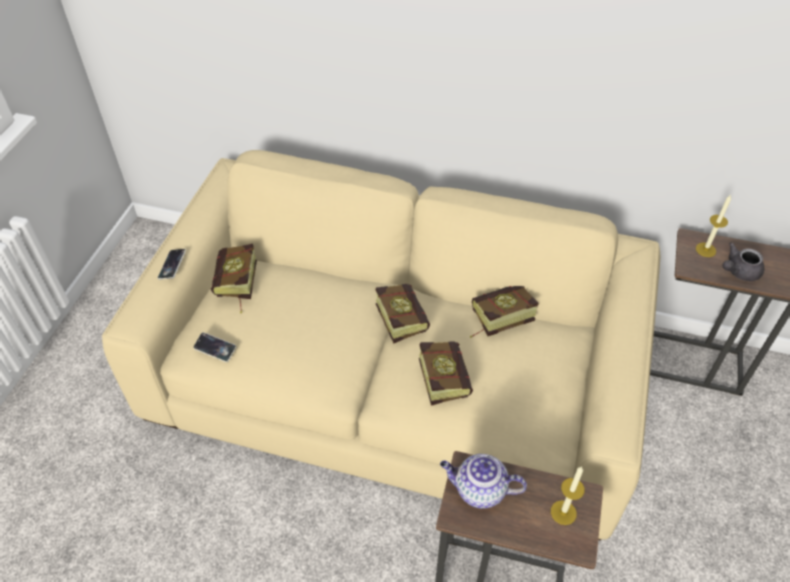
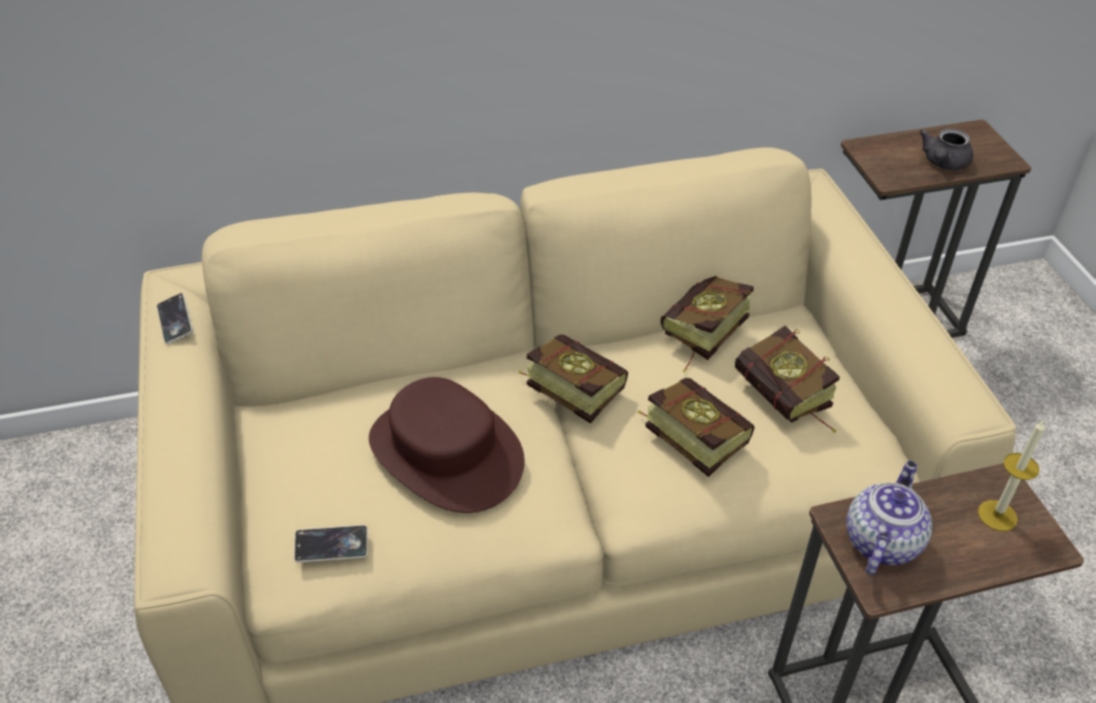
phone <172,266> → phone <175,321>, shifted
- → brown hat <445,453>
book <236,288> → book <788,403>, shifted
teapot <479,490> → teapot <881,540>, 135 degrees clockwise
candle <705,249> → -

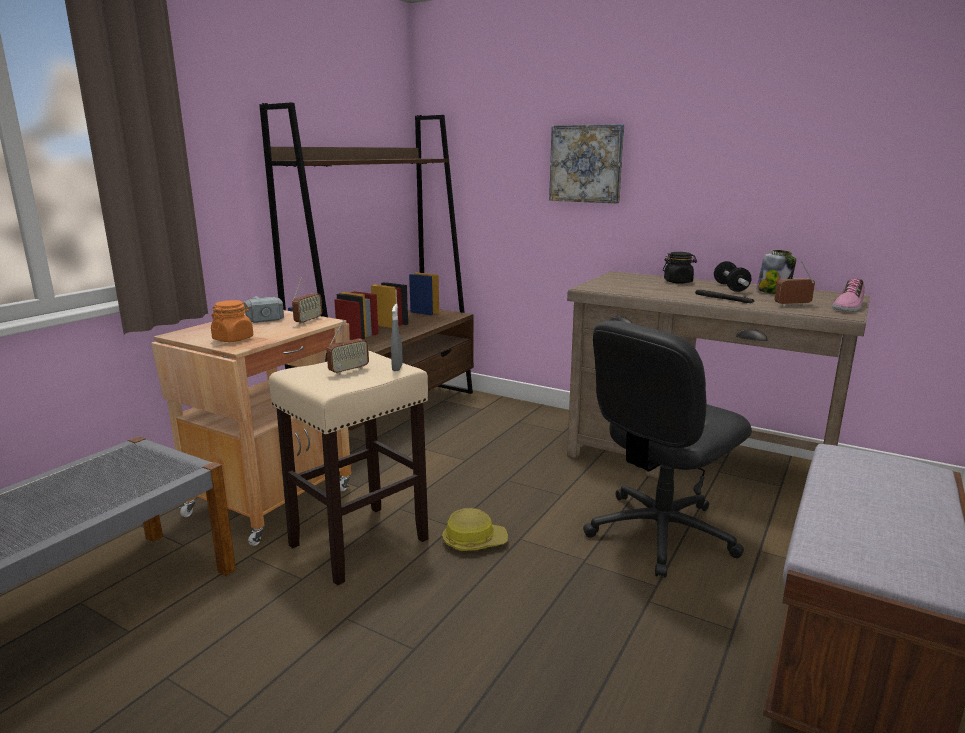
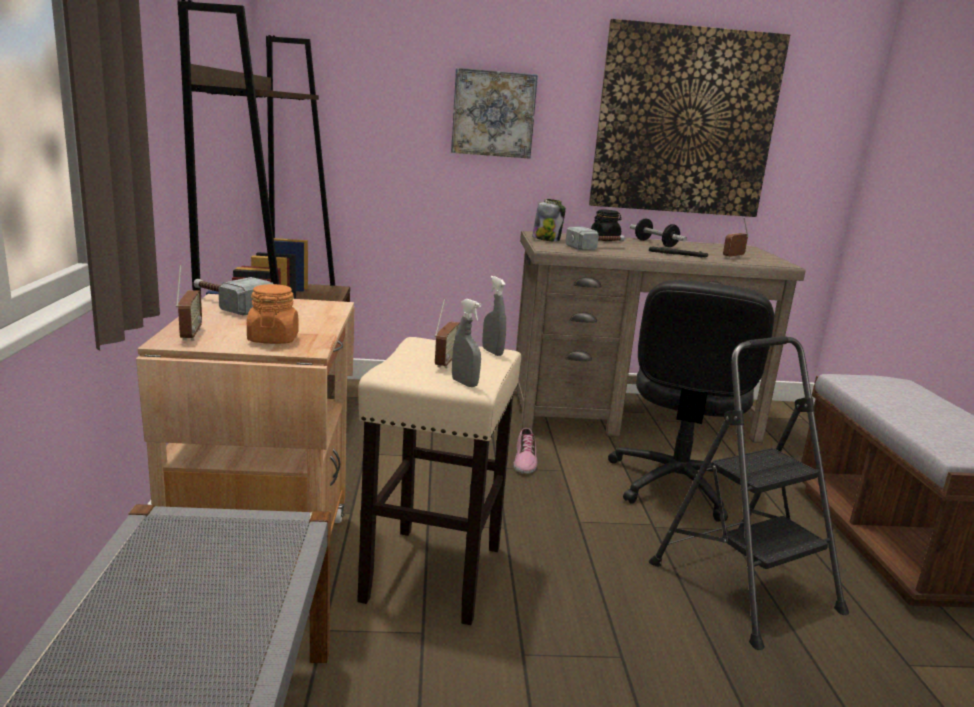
radio <308,321> → radio <190,335>, shifted
- → grey spray bottle <464,383>
shoe <847,306> → shoe <524,460>, shifted
jar <773,292> → jar <546,239>, shifted
- → hammer <596,247>
- → picture <685,122>
- → black step ladder <741,582>
hard hat <474,541> → -

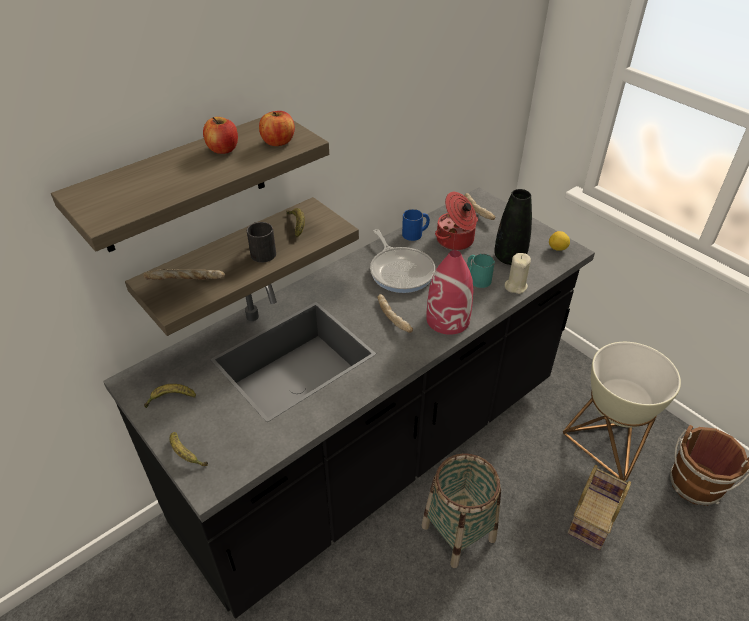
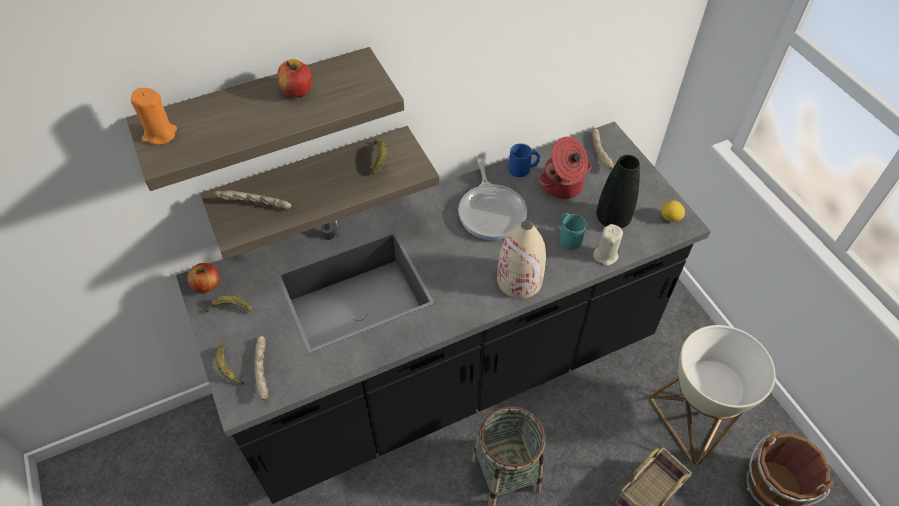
- → orange candle <159,134>
apple <278,142> → apple <207,285>, shifted
bread <394,318> → bread <264,370>, shifted
red vase <448,319> → beige vase <520,280>
black mug <262,251> → -

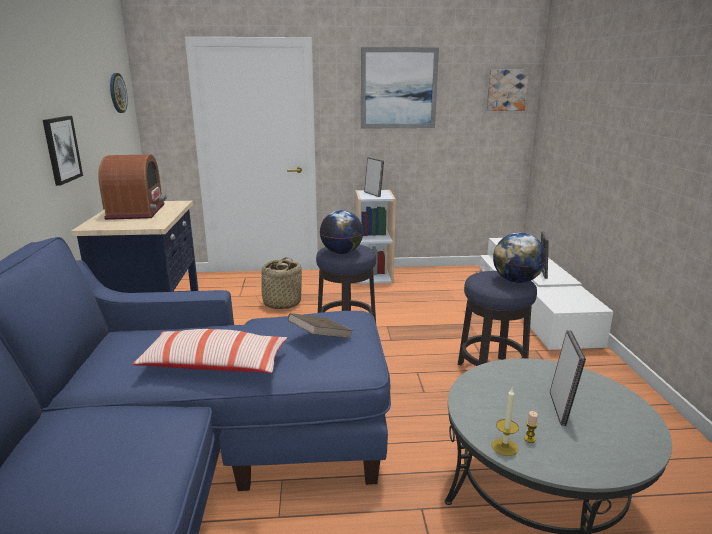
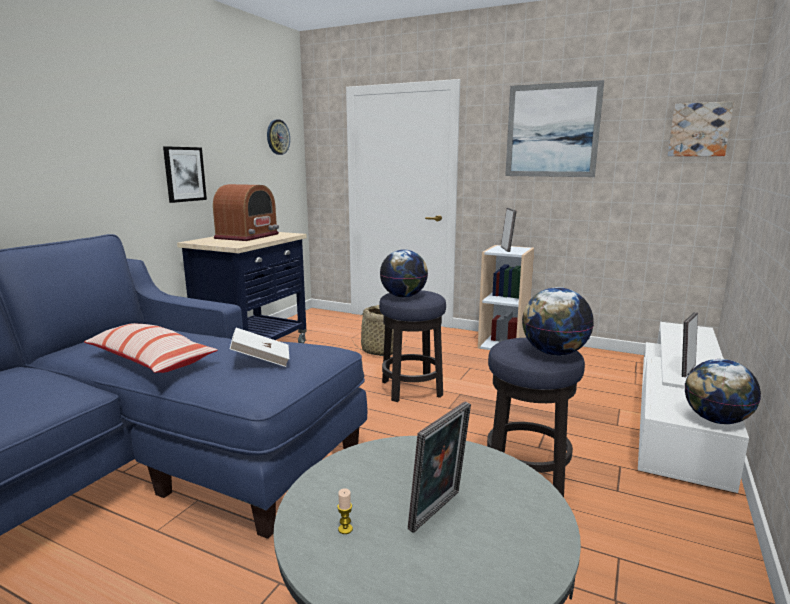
brown book <320,338> → white book <261,361>
- → globe <715,420>
candle <504,447> → -

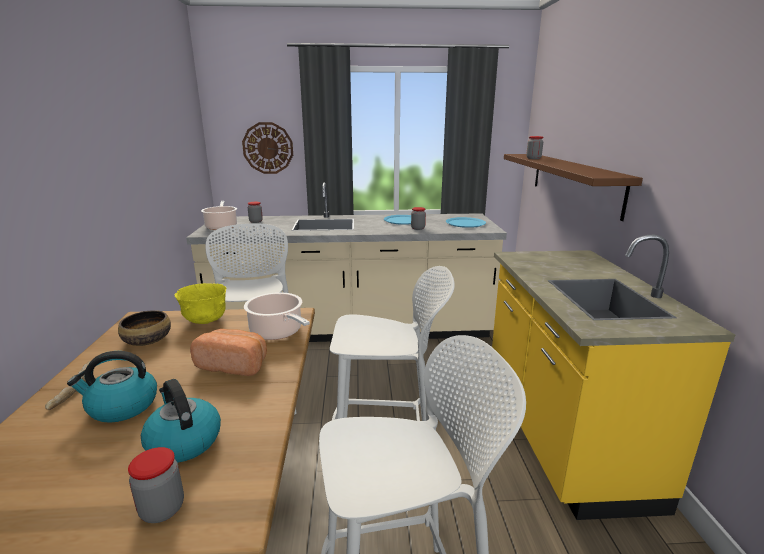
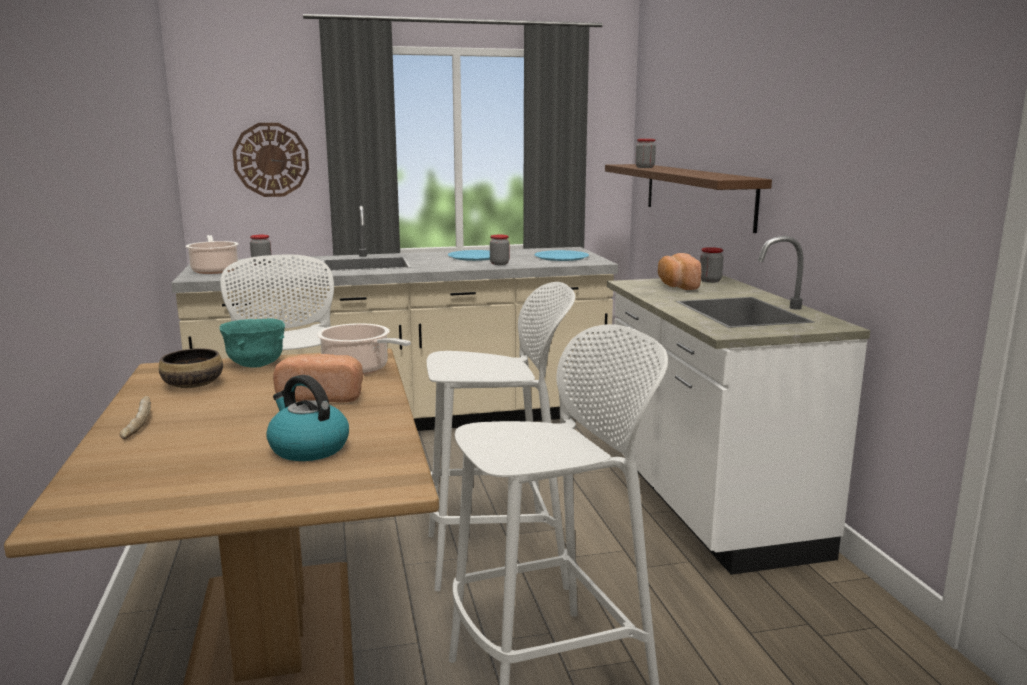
yellow bowl <205,320> → turquoise bowl <255,365>
yellow counter <560,436> → white counter <706,505>
- → bread <676,286>
jar <162,509> → jar <710,281>, shifted
kettle <122,406> → -

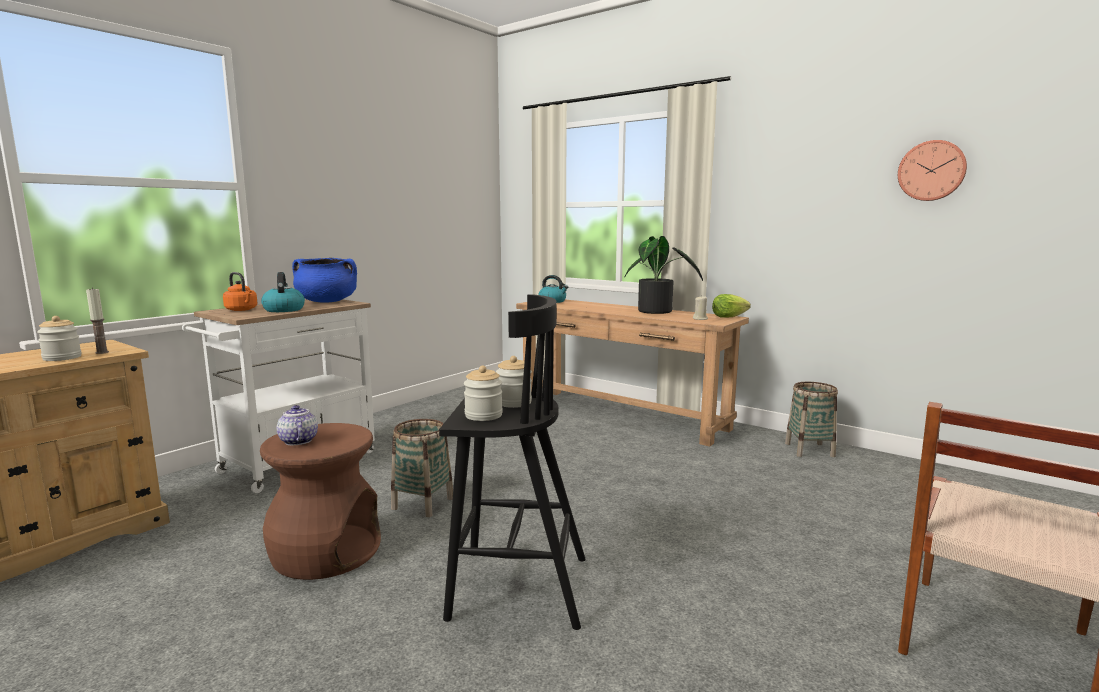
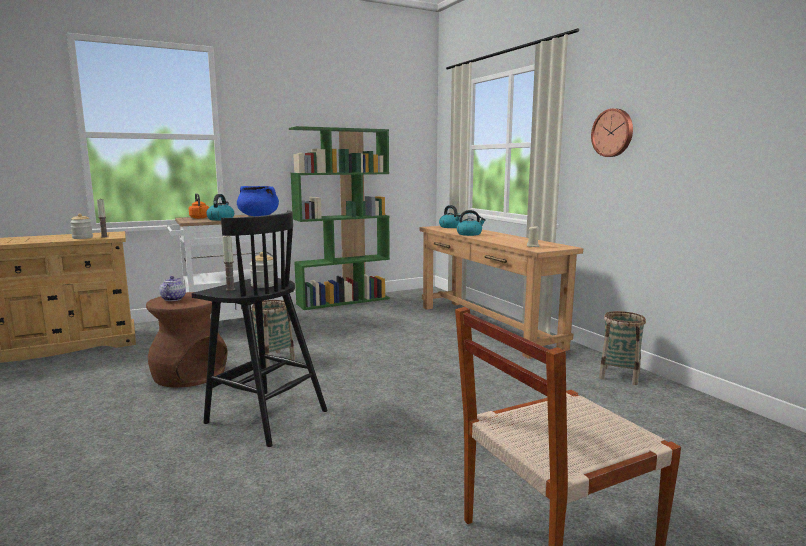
jar <483,415> → candle <230,289>
- → green bookcase <344,301>
- → kettle <469,234>
wall clock <931,171> → wall clock <613,133>, shifted
potted plant <658,312> → -
lettuce <728,317> → -

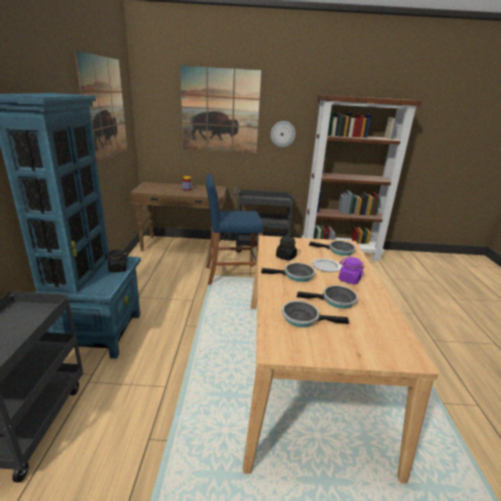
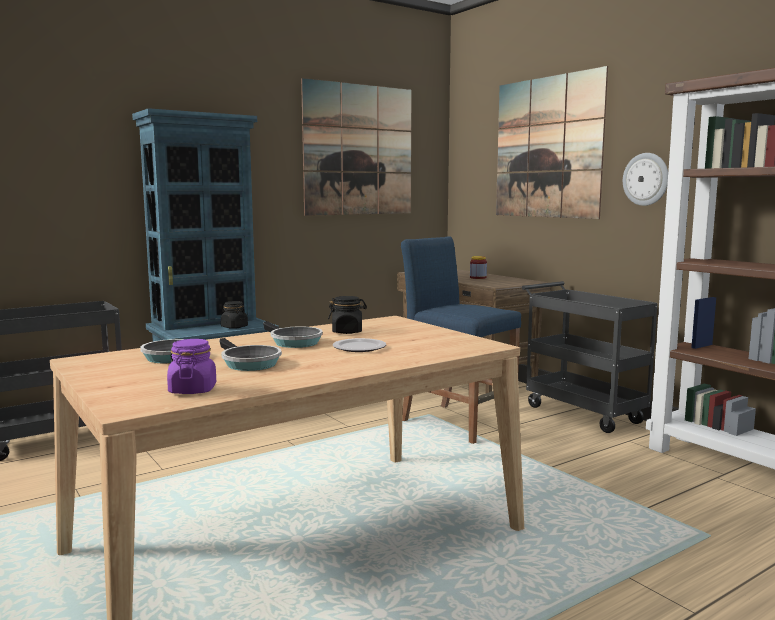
purple jar <349,280> → purple jar <192,390>, shifted
frying pan <338,251> → -

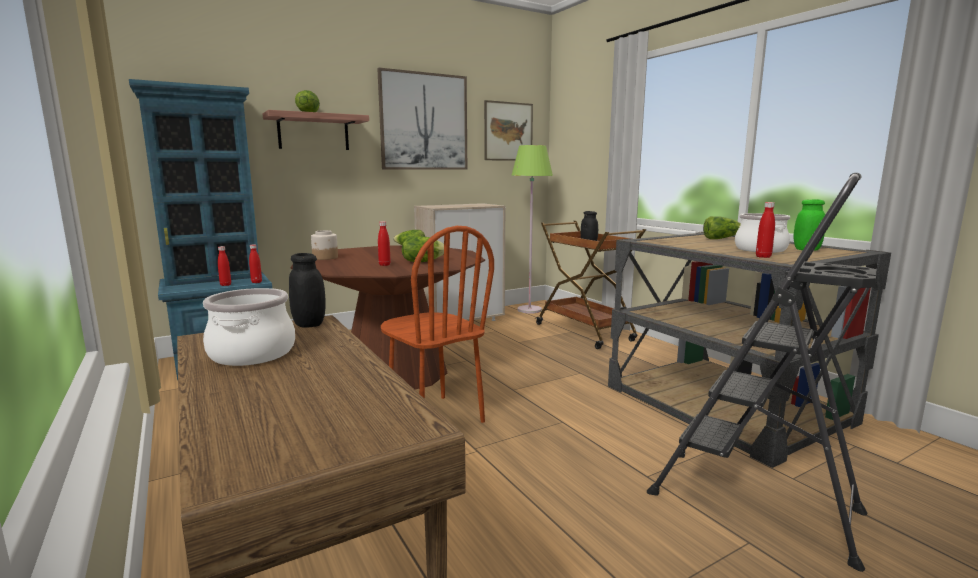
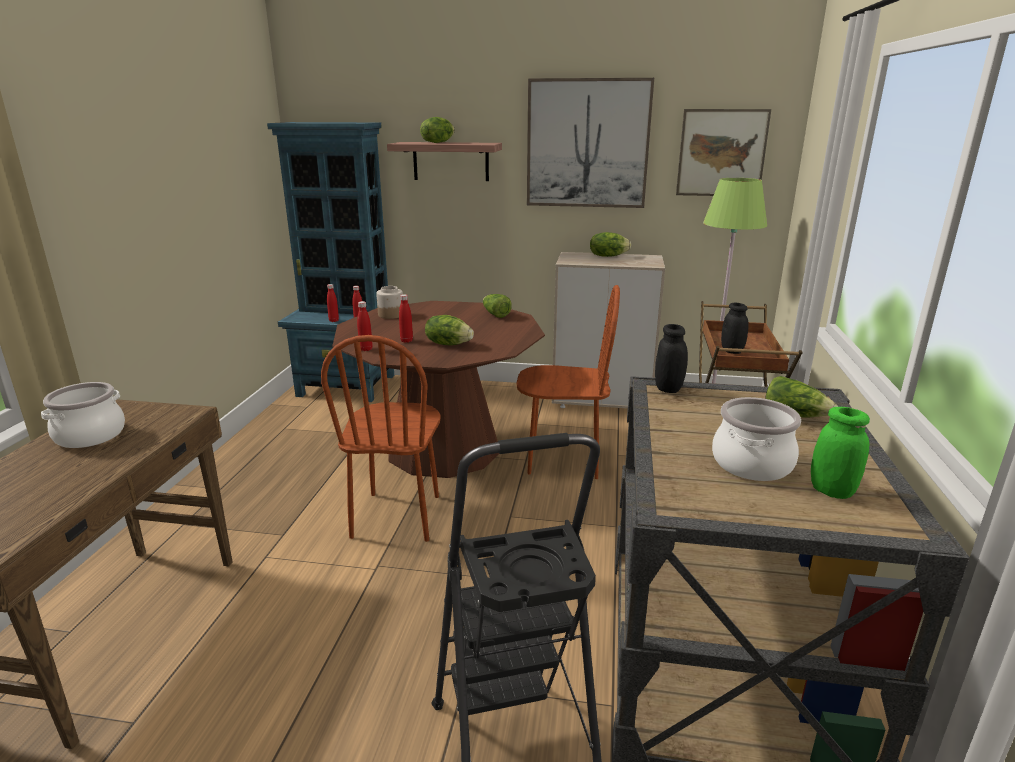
red bottle <763,257> → red bottle <366,349>, shifted
- → brown chair <563,460>
- → lettuce <608,256>
black jar <309,324> → black jar <668,388>, shifted

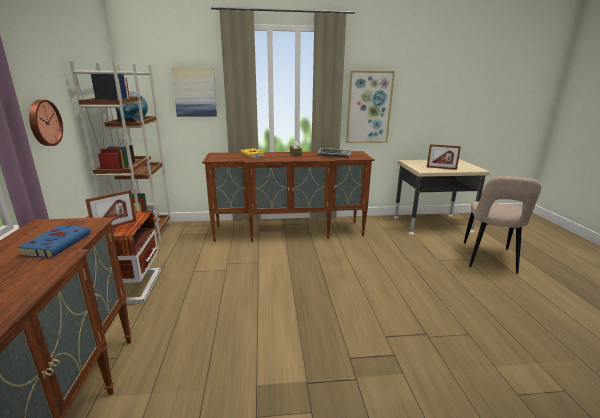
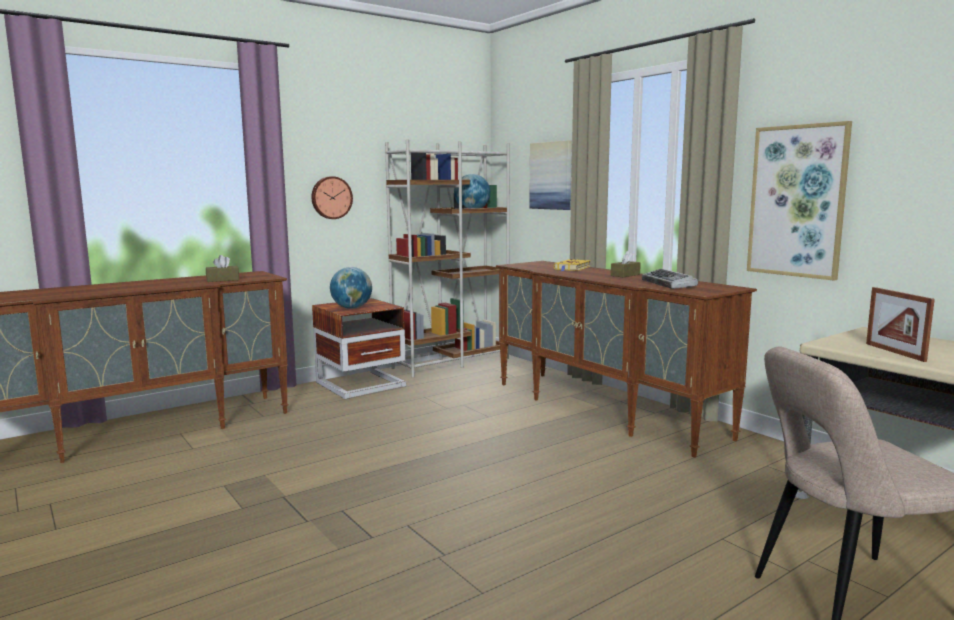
blue book <58,244> → brown tissue box <222,280>
picture frame <115,226> → globe <352,308>

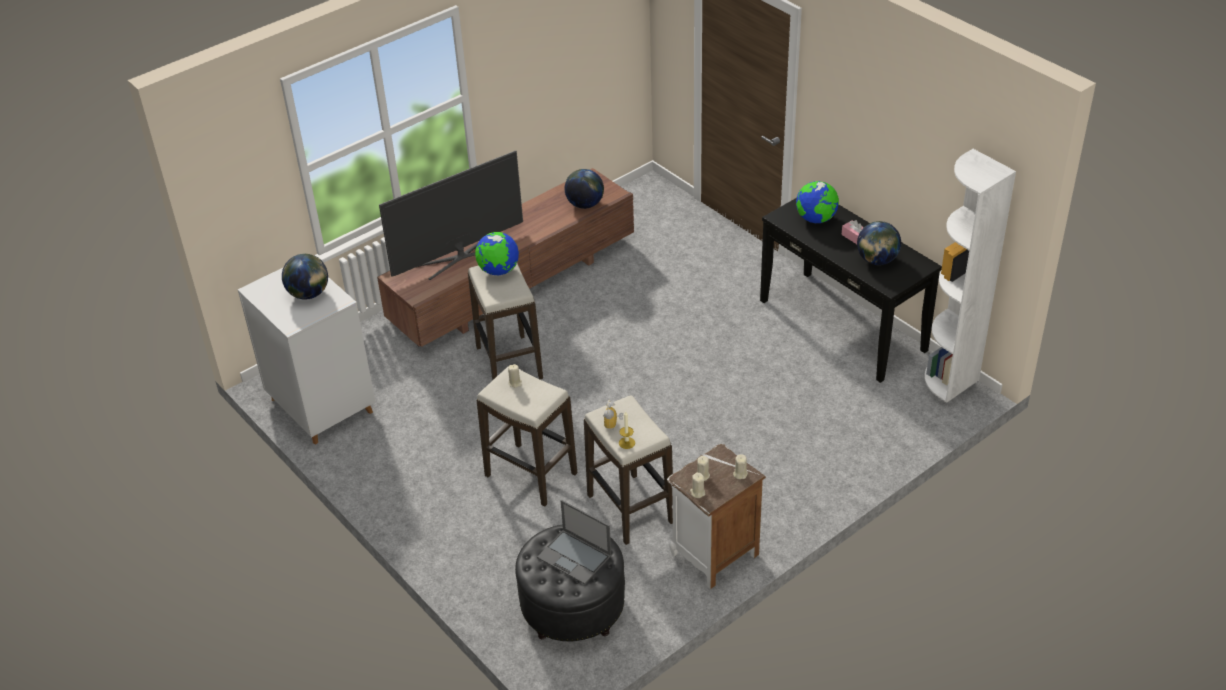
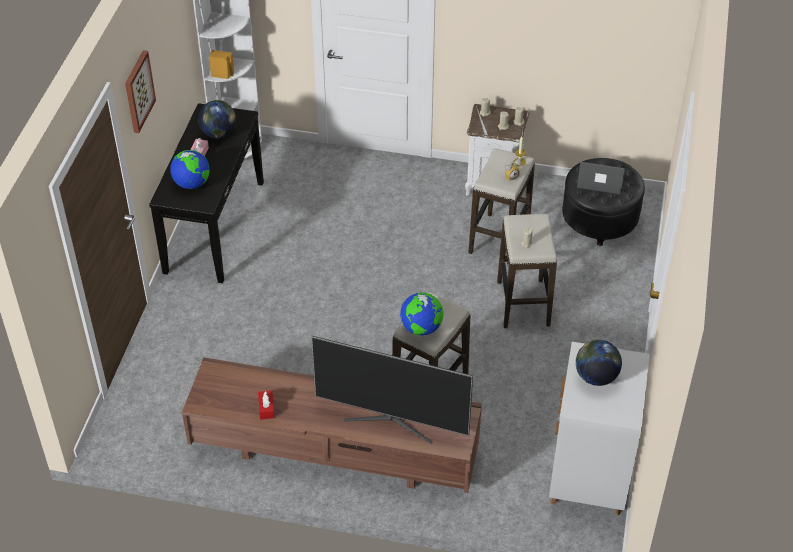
- → picture <138,91>
- → red tissue box <266,408>
laptop <575,557> → laptop <600,180>, 75 degrees counterclockwise
globe <585,204> → -

